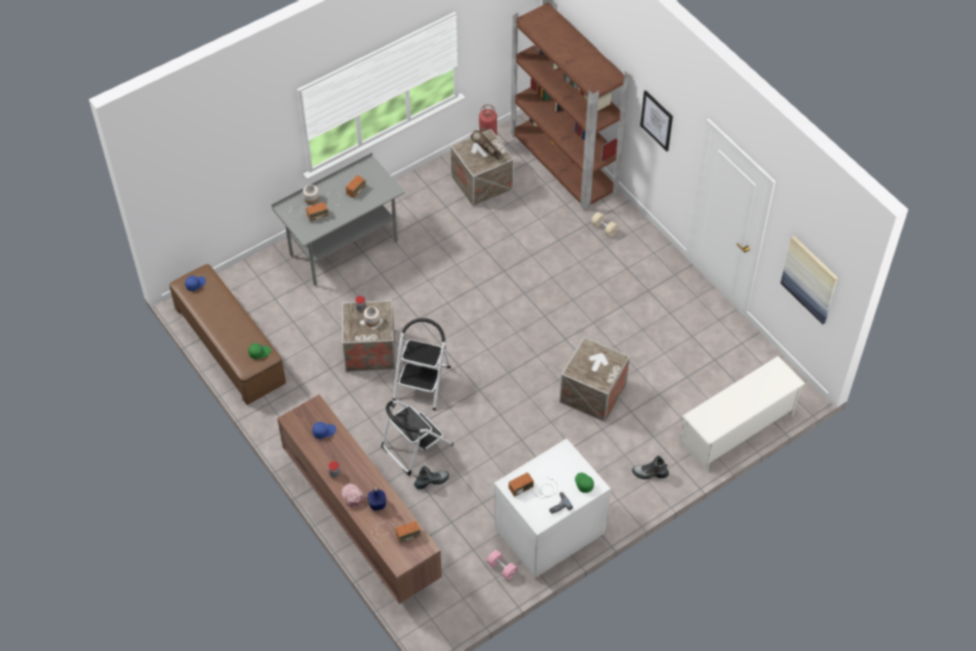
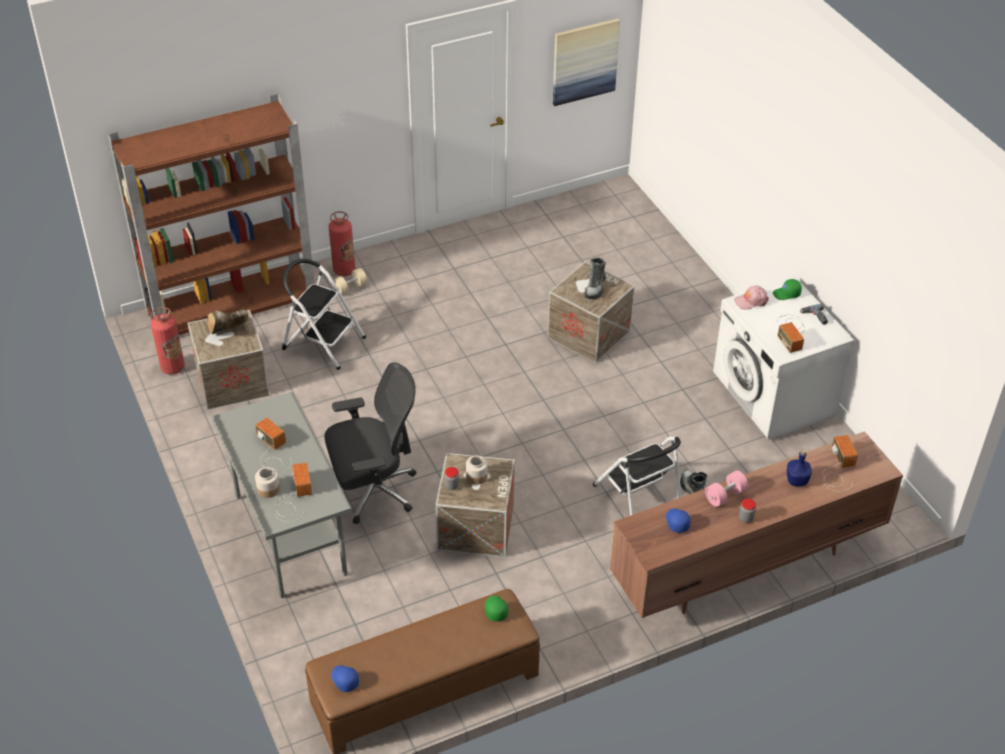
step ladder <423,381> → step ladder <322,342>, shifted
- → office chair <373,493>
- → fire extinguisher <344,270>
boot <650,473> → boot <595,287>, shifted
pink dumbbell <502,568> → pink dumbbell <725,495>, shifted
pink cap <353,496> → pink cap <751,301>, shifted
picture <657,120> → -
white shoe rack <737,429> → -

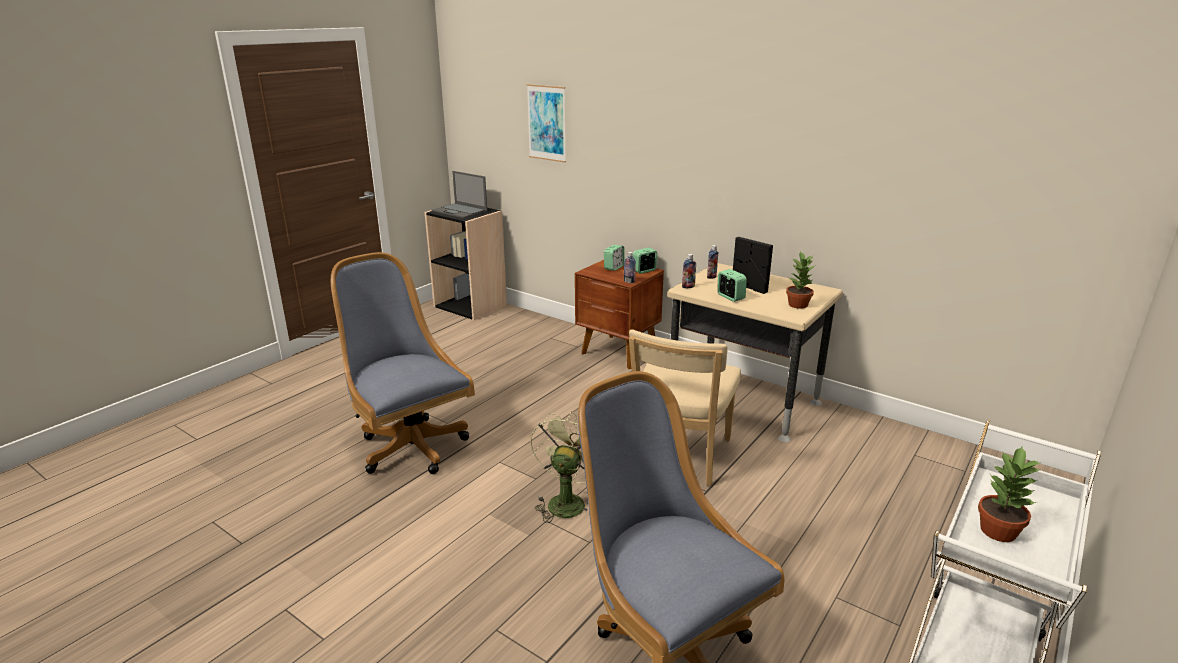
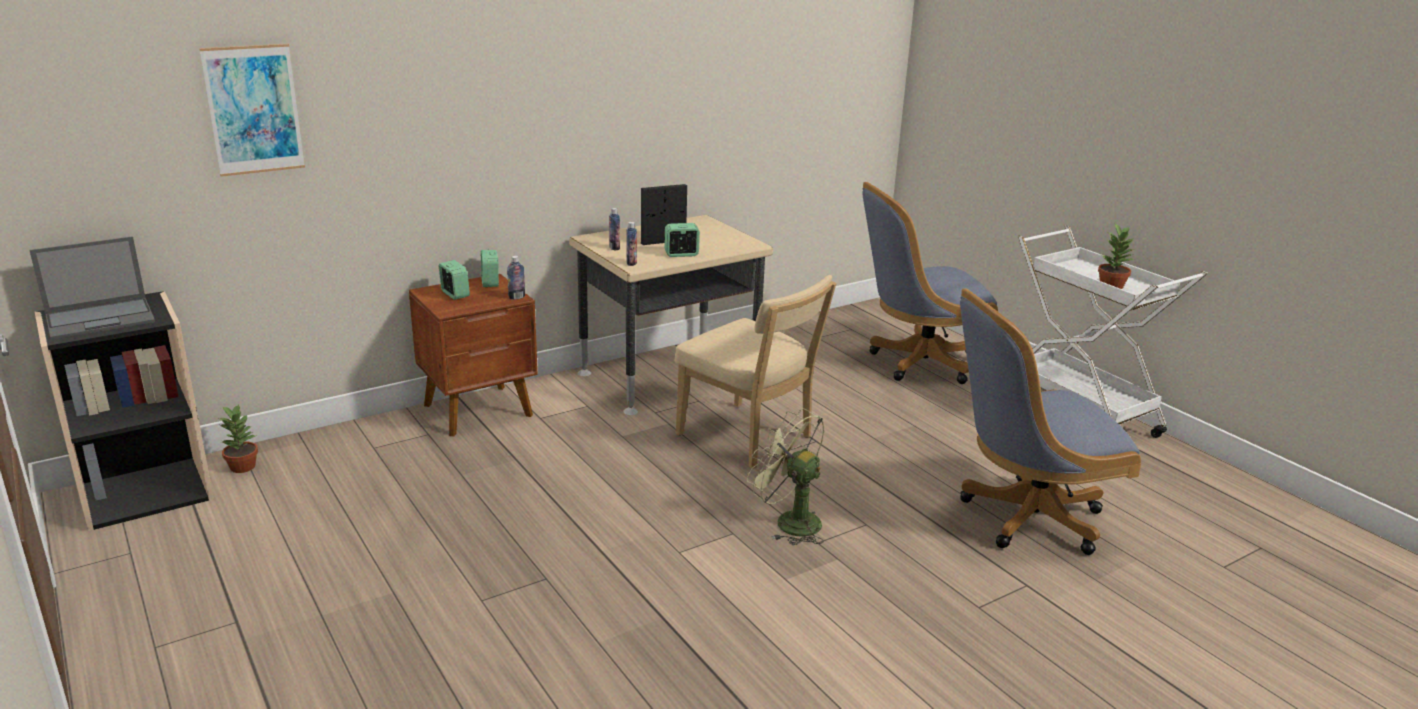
potted plant <798,304> → potted plant <242,466>, shifted
blue office chair <408,443> → blue office chair <914,364>, shifted

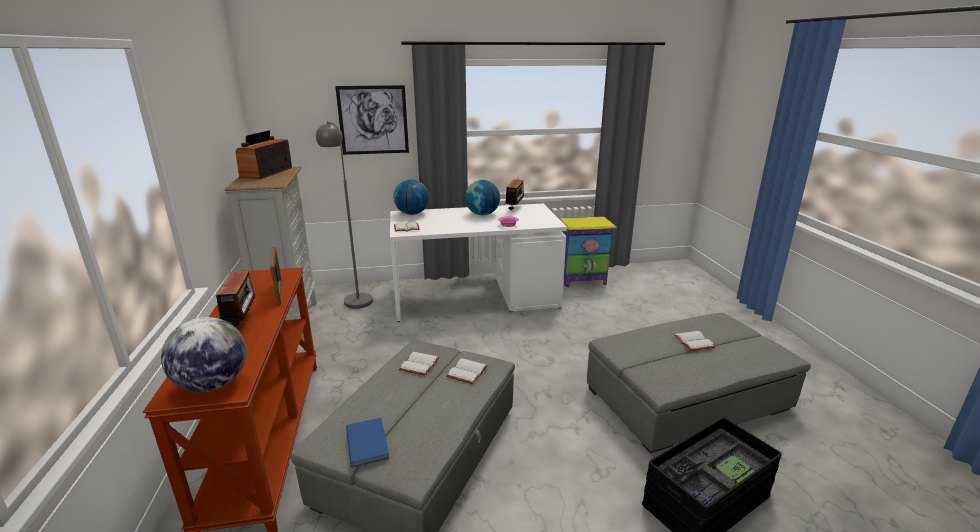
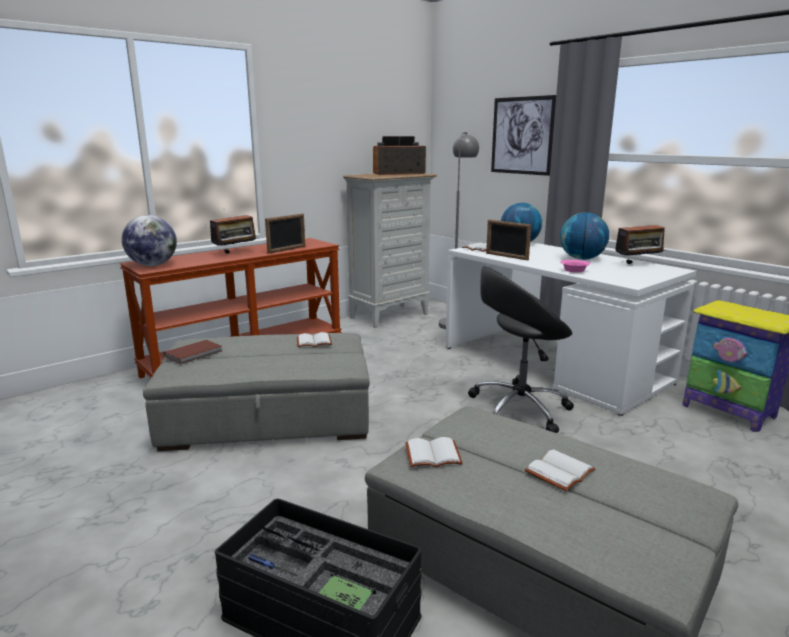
blue book <368,443> → brown book <195,354>
white book <466,371> → white book <433,454>, shifted
- → black office chair <516,409>
- → picture frame <506,256>

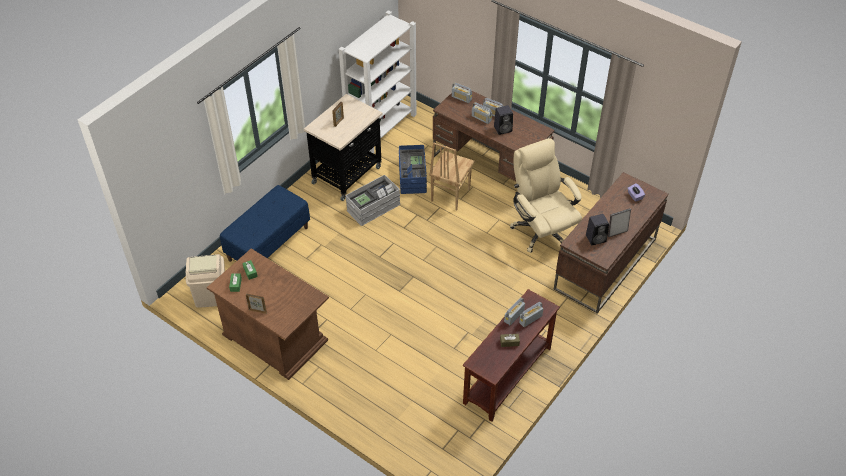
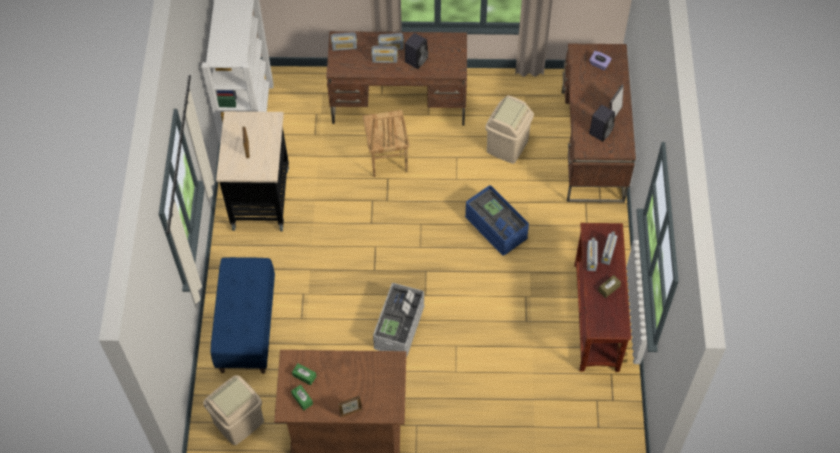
grey storage box <373,207> → grey storage box <398,326>, shifted
blue storage box <413,176> → blue storage box <496,226>, shifted
beige office chair <541,231> → beige trash can <507,146>

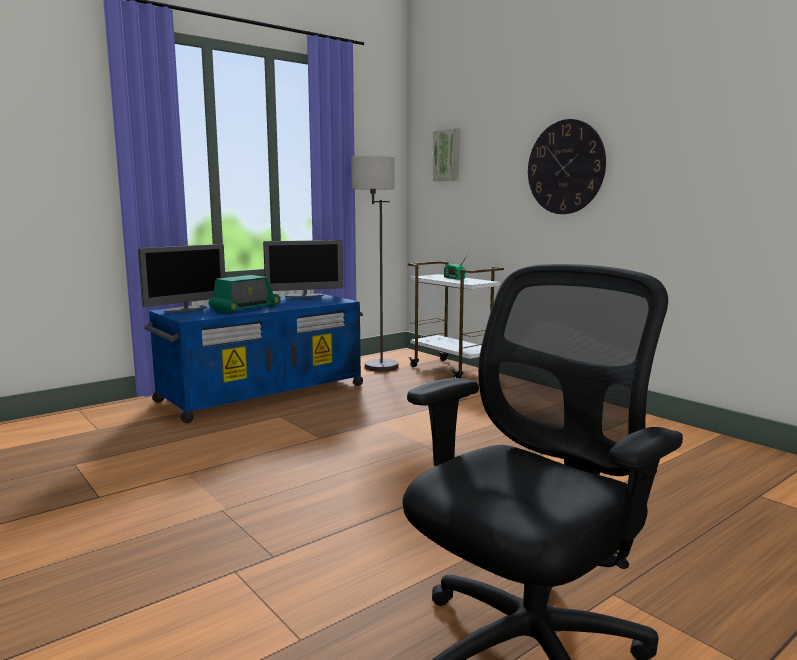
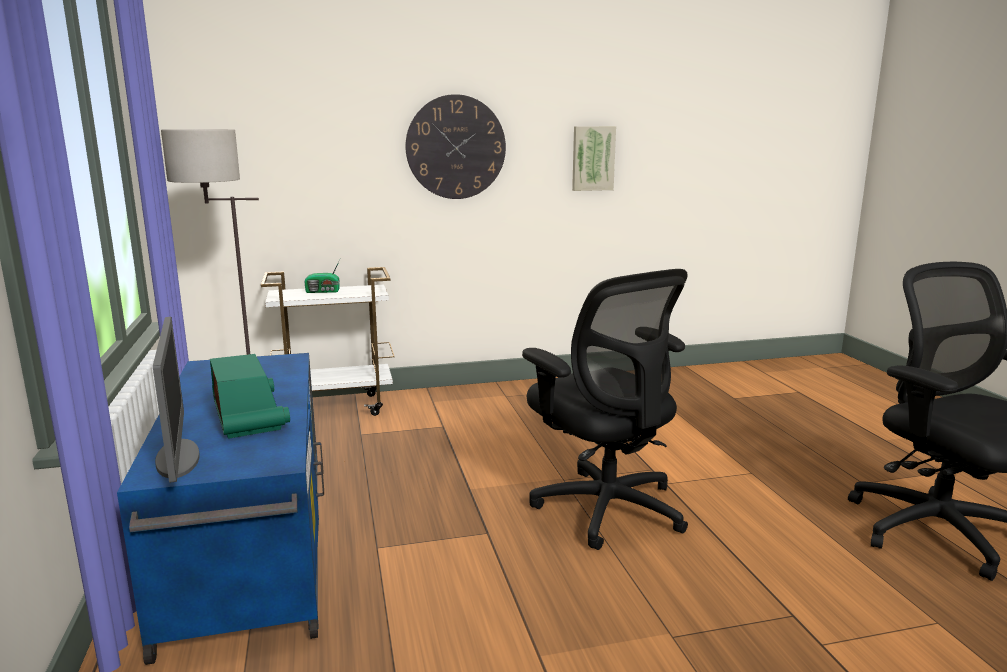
- → black office chair <600,505>
picture <447,155> → picture <592,158>, shifted
monitor <304,296> → -

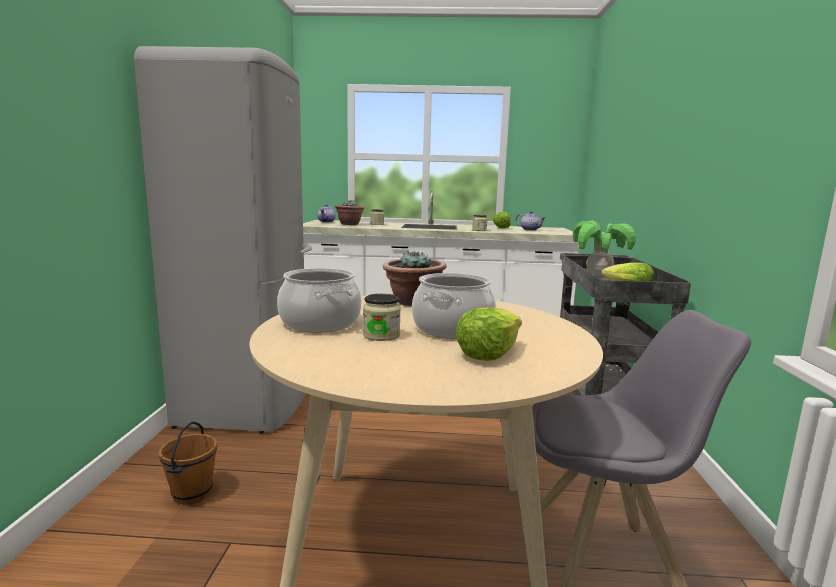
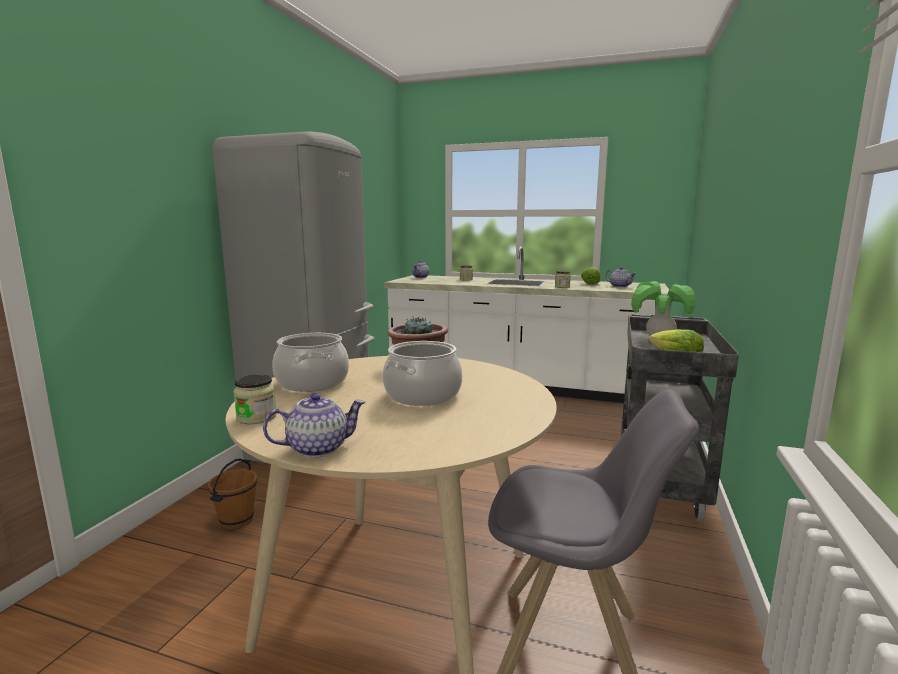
jar <381,335> → jar <256,417>, shifted
- → teapot <318,448>
potted plant <349,224> → -
lettuce <488,353> → -

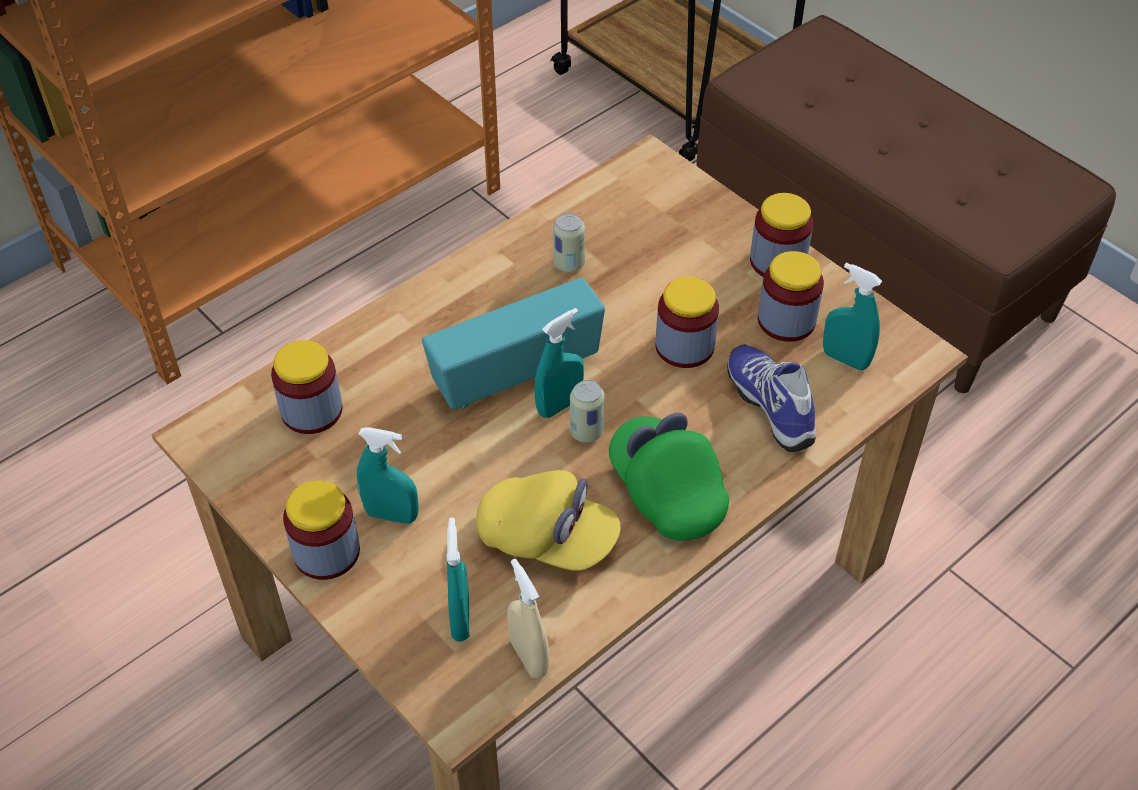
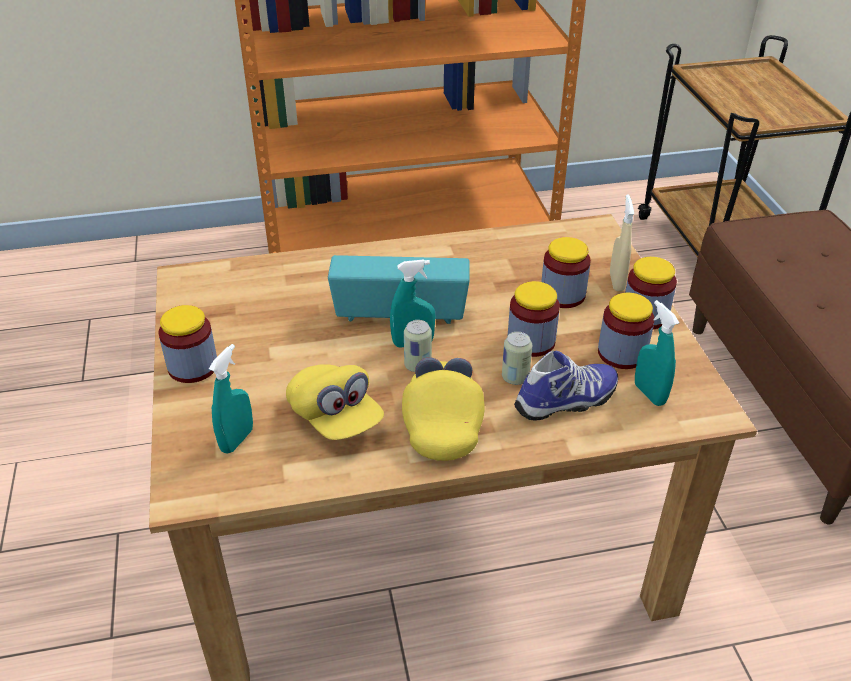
green cap <666,491> → yellow cap <442,423>
can <568,264> → can <515,378>, shifted
shoe <772,405> → shoe <567,401>, 60 degrees clockwise
jar <312,410> → jar <562,295>, shifted
beige spray bottle <528,657> → beige spray bottle <616,282>, shifted
turquoise spray bottle <391,515> → -

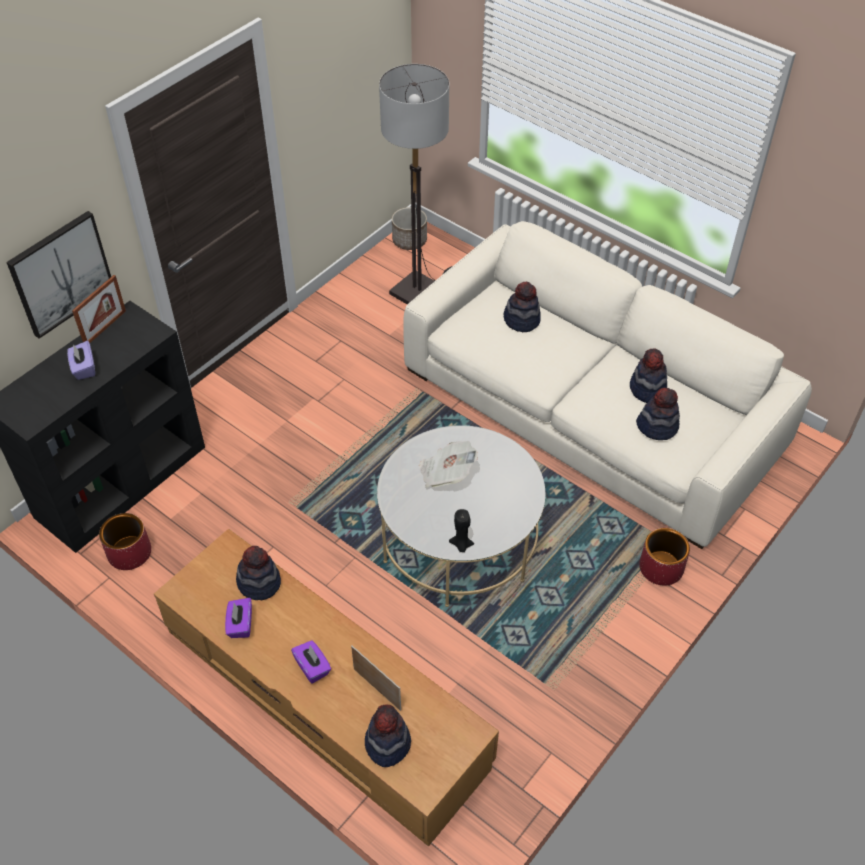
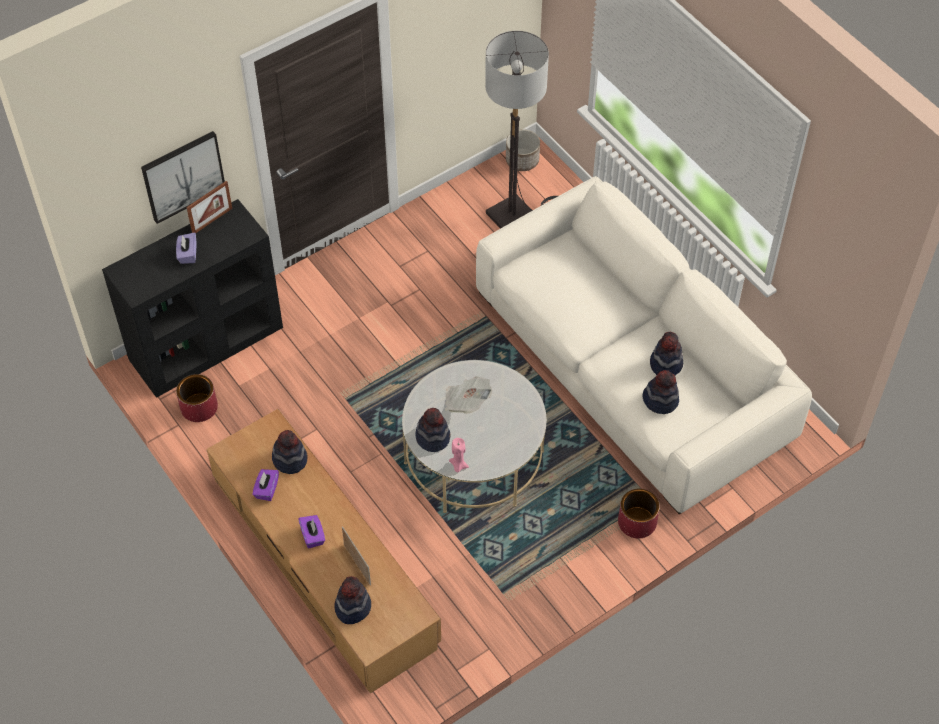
hat <521,320> → hat <433,437>, shifted
black candle <461,545> → pink candle <458,466>

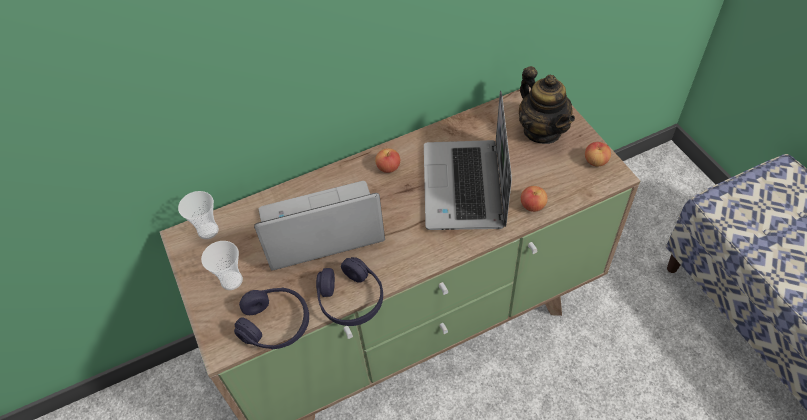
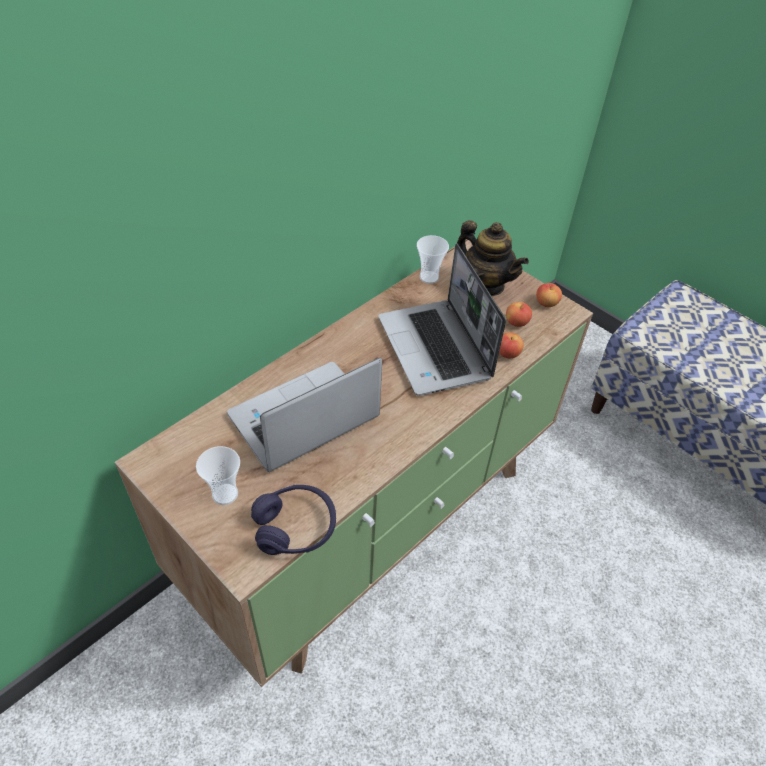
cup <208,230> → cup <429,277>, shifted
apple <388,167> → apple <516,322>, shifted
purple headphones <351,299> → -

